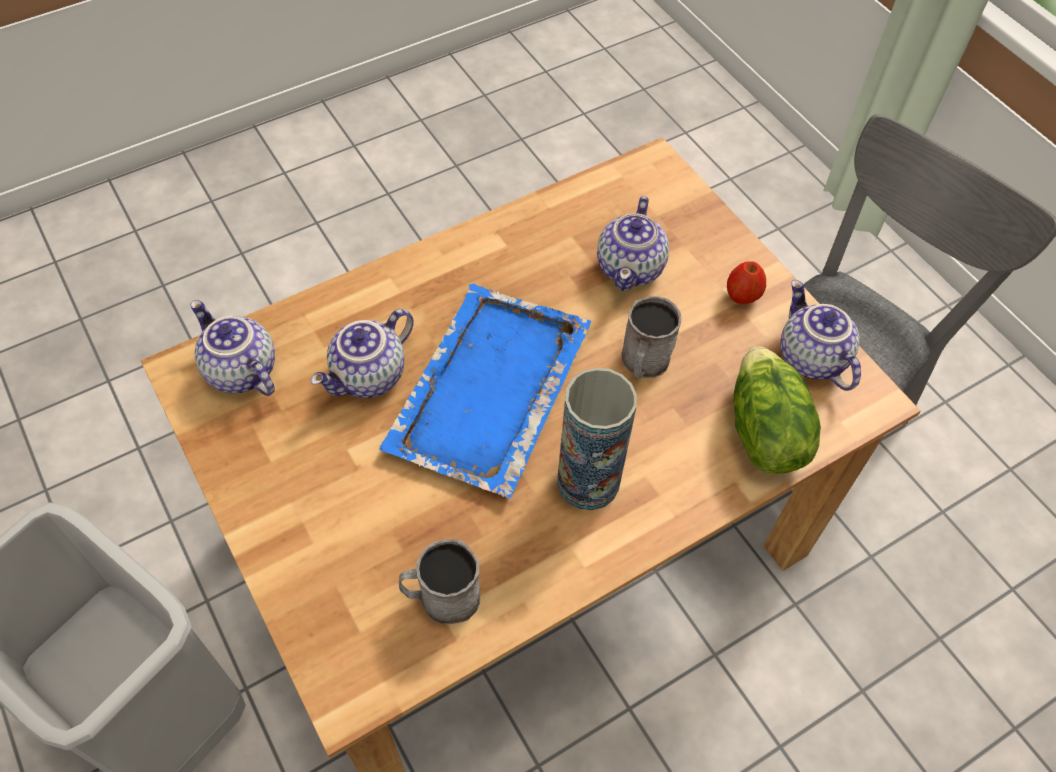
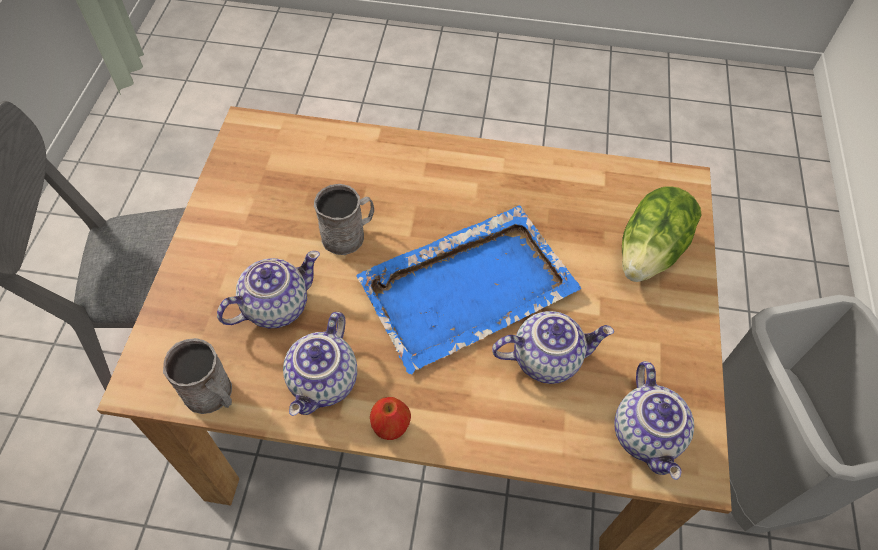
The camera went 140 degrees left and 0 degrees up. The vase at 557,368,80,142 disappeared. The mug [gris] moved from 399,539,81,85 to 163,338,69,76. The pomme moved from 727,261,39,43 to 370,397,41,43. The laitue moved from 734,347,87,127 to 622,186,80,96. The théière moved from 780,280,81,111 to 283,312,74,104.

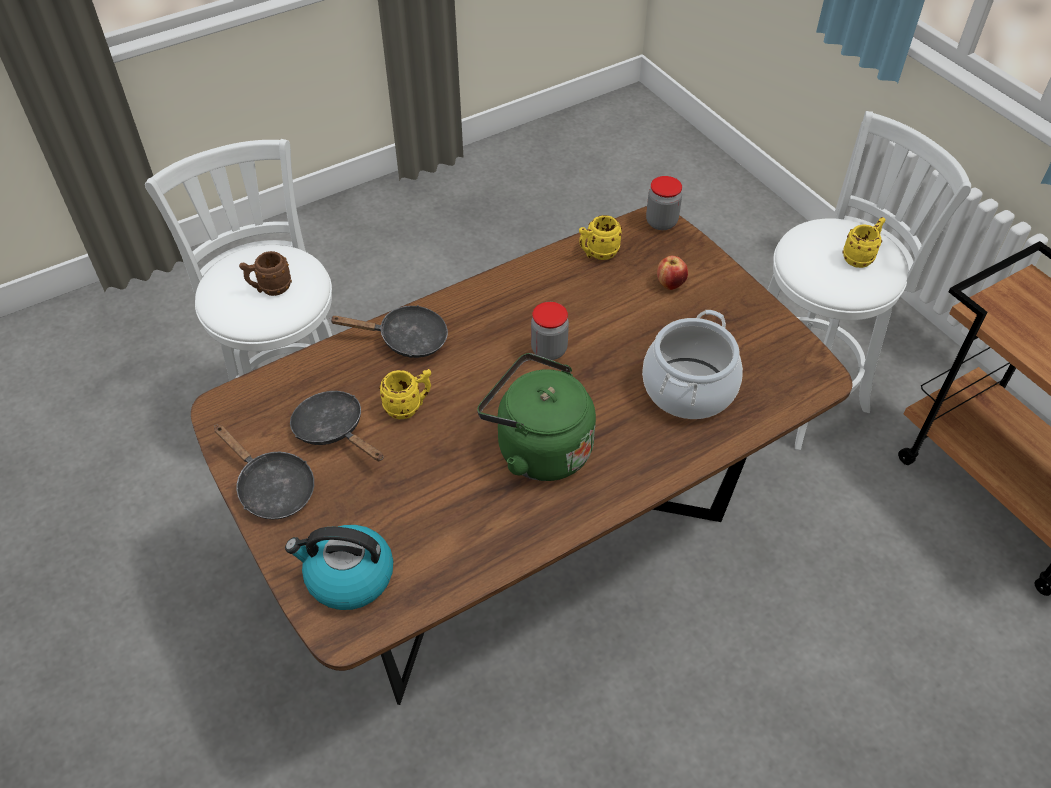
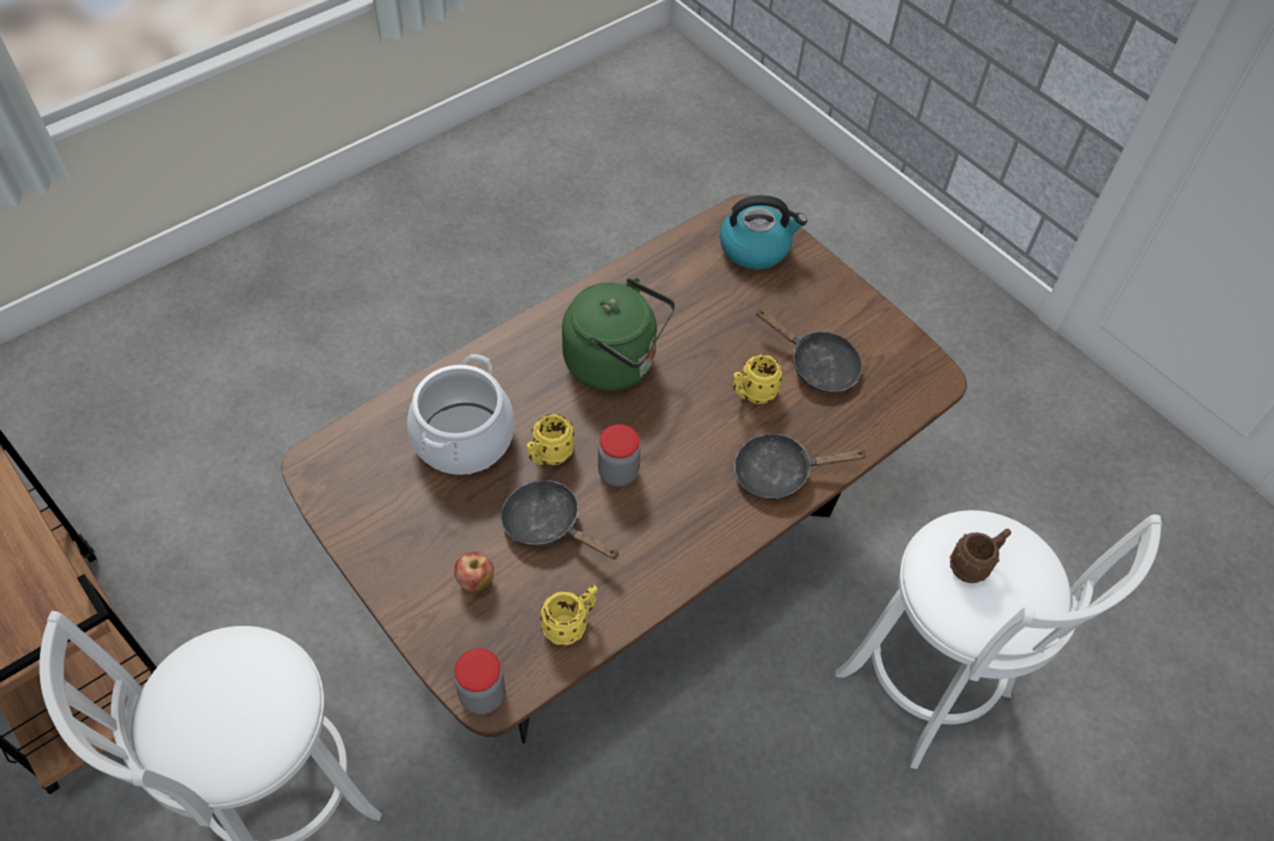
The camera went 170 degrees right and 5 degrees up. The poêle [noir] moved from 214,425,100,95 to 501,480,119,79. The mug [jaune] moved from 842,217,44,51 to 526,414,48,52.

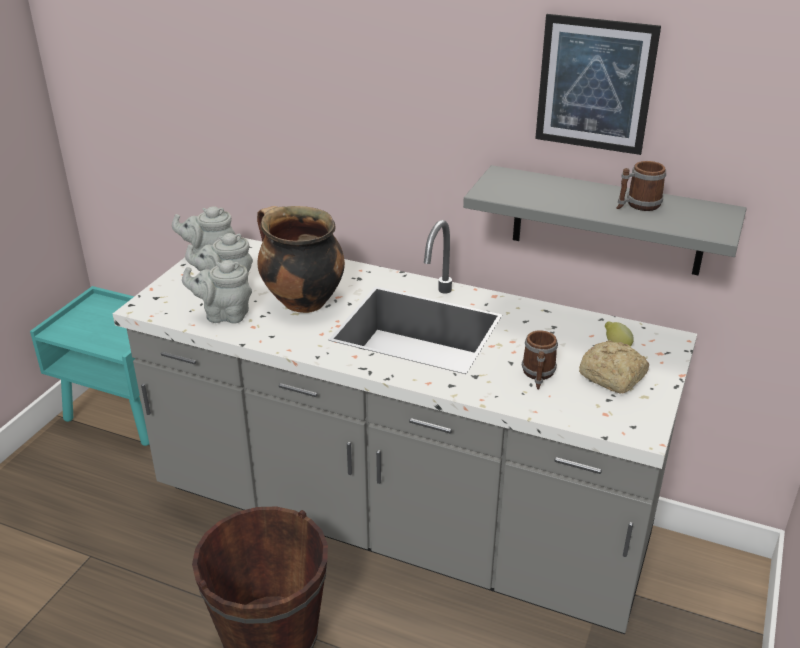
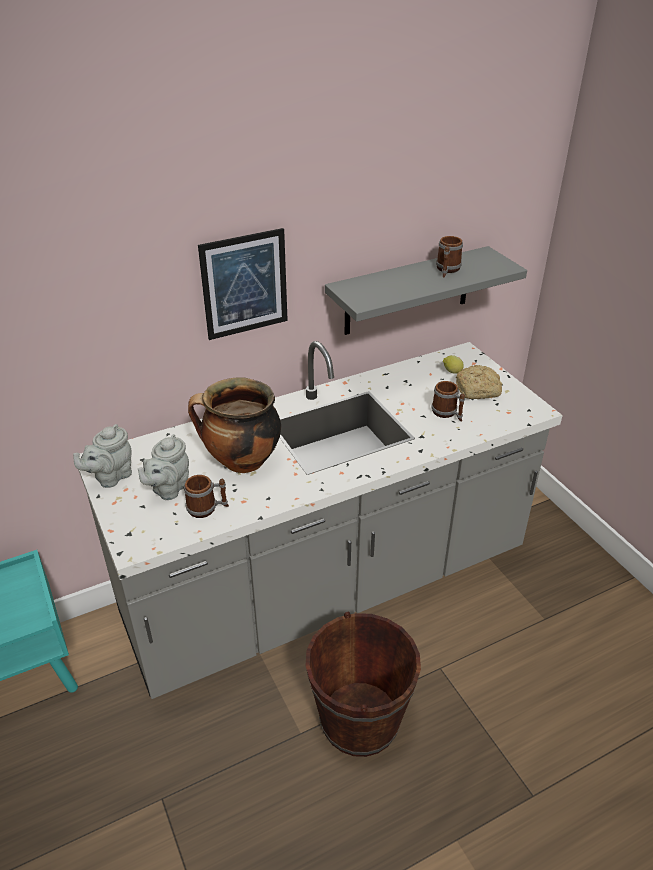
The camera went 50 degrees left and 5 degrees up. The tableau moved from 535,14,126,141 to 198,228,90,112. The théière [gris] at 182,260,70,64 was replaced by the mug at 184,475,45,43.

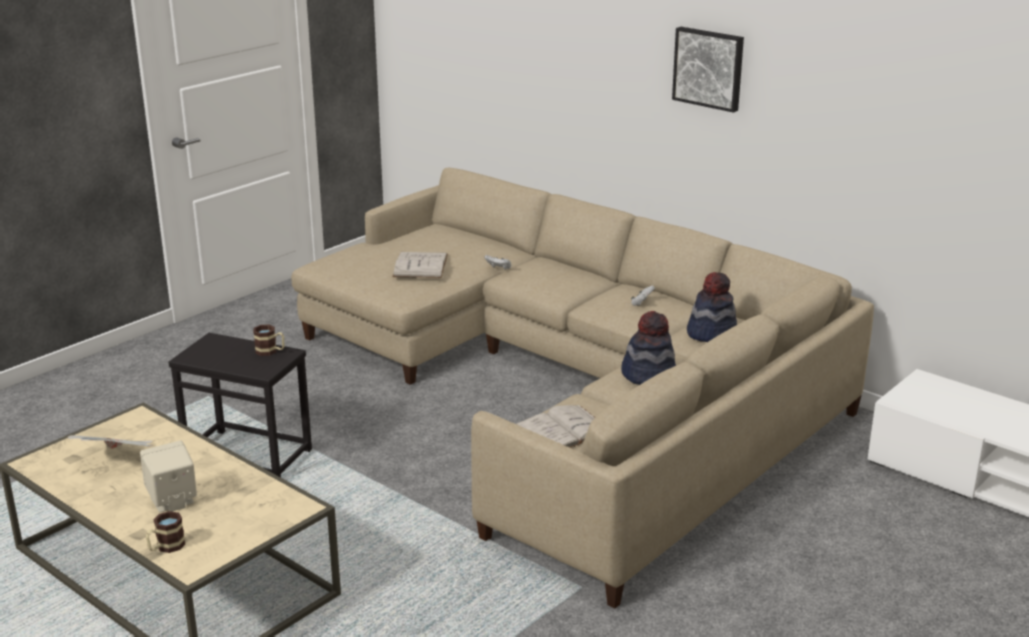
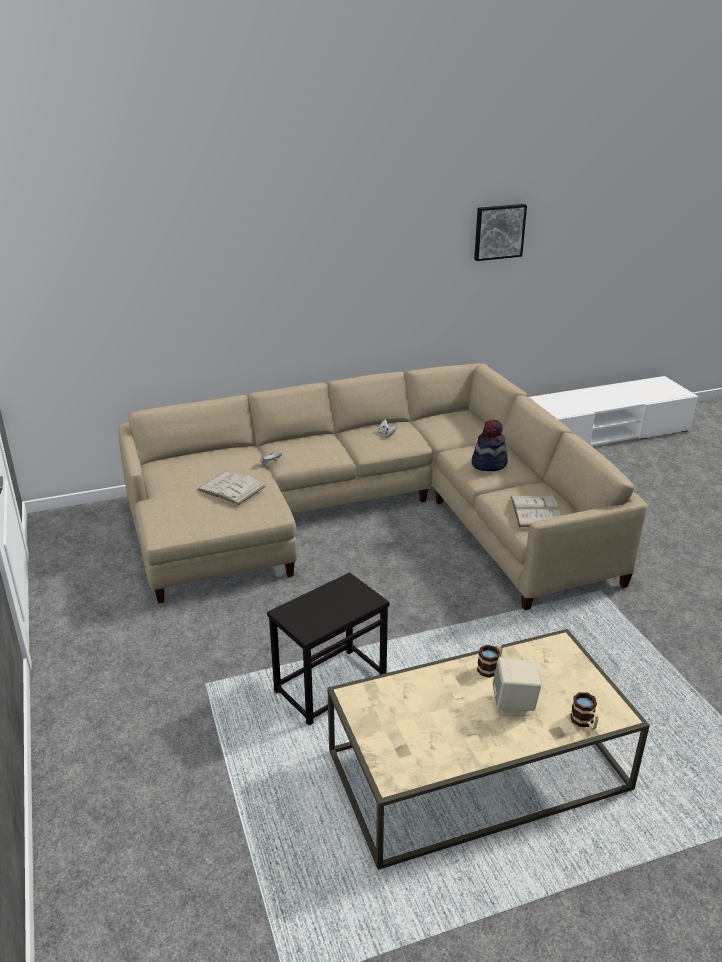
The camera went 60 degrees left and 5 degrees up. The journal at 68,435,85,14 disappeared. The chapeau at 687,272,50,70 disappeared. The mug moved from 253,324,31,32 to 477,645,26,33. The tableau moved from 672,27,72,86 to 474,204,53,57.

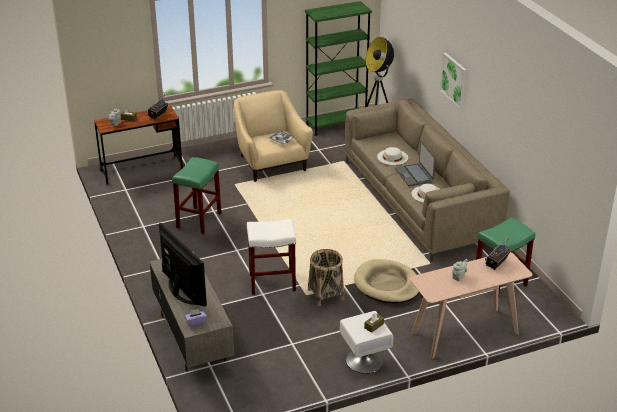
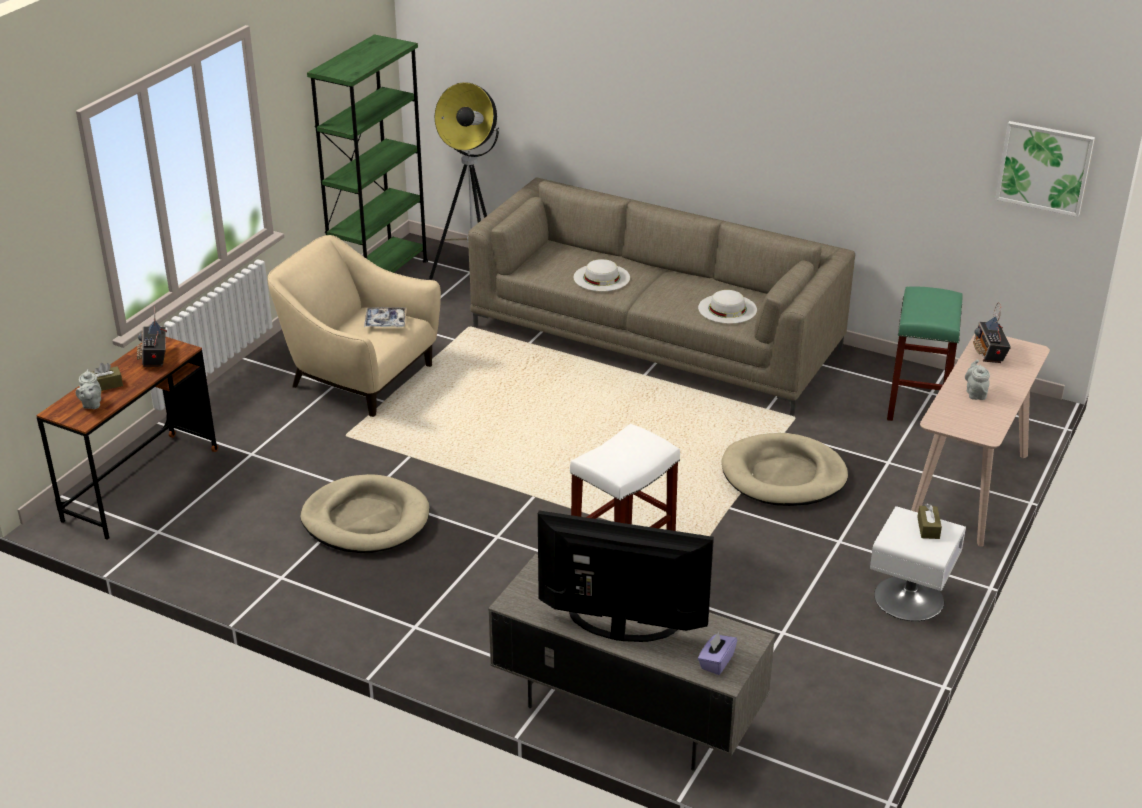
The camera went 40 degrees left and 0 degrees up. The panier at 308,249,36,57 disappeared. The ordinateur portable at 395,141,41,45 disappeared. The tableau moved from 440,52,26,57 to 995,121,100,96. The tabouret [vert] at 172,157,49,77 was replaced by the panier pour chien [beige] at 300,474,129,79.

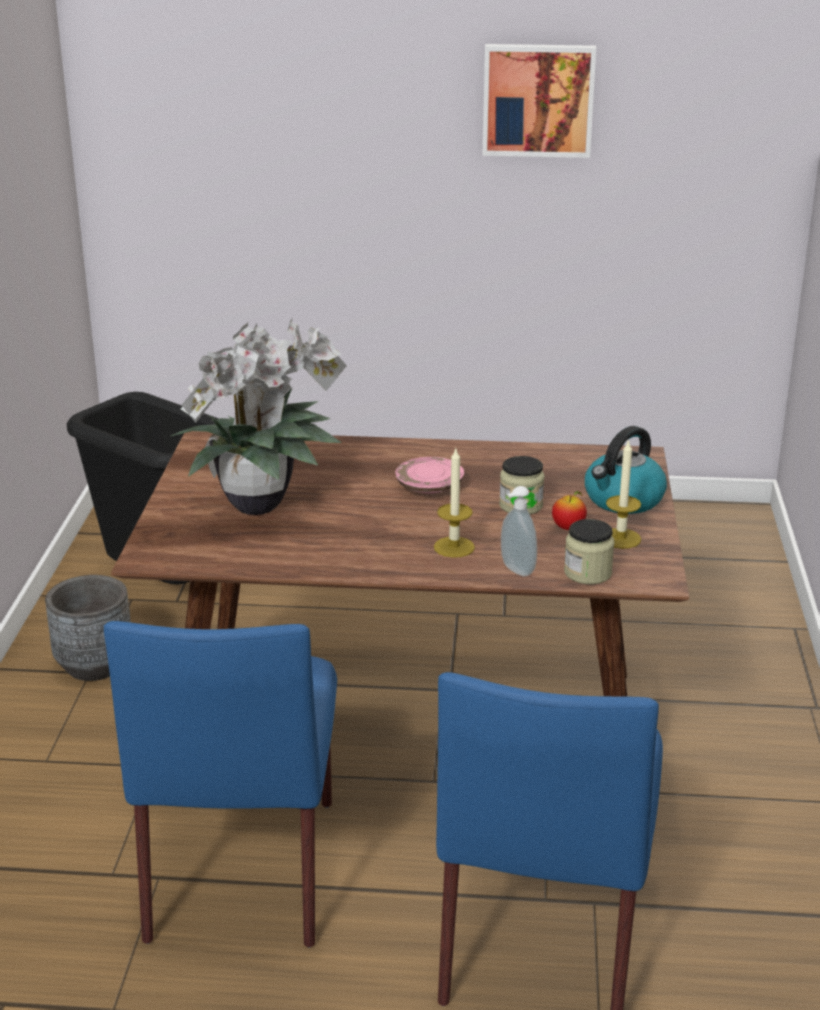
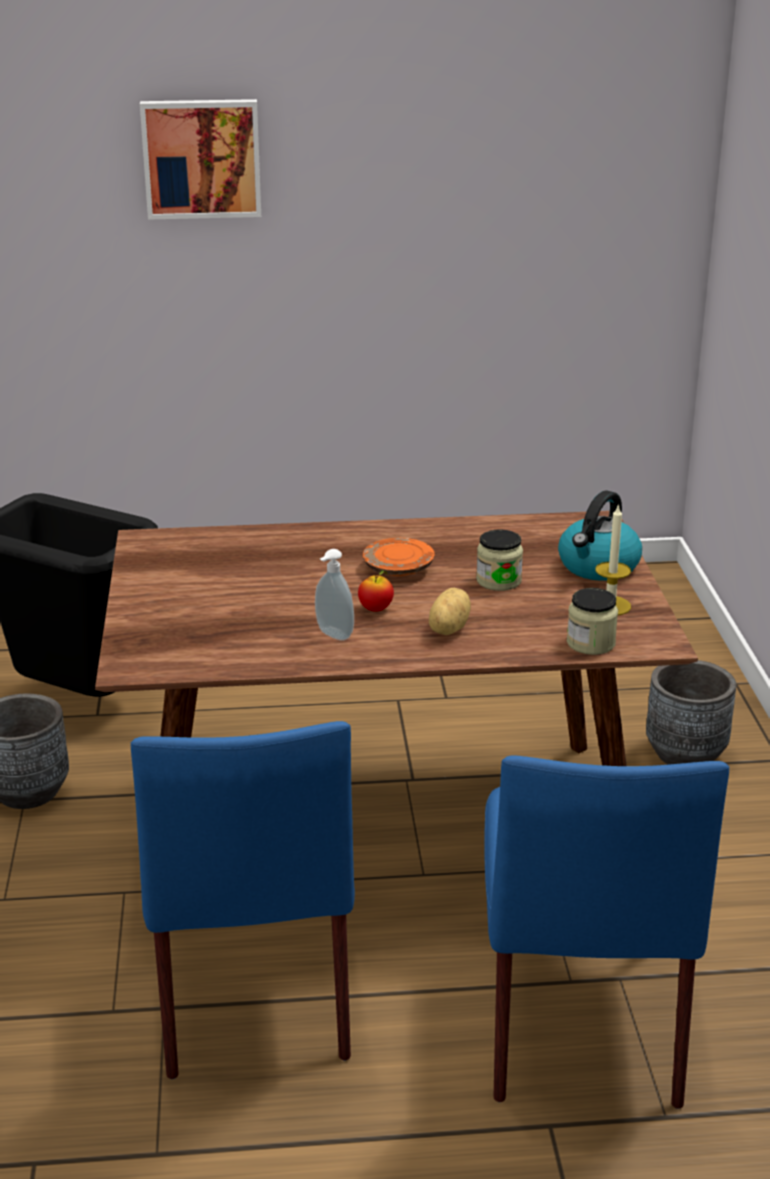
The camera went 10 degrees left and 0 degrees up. The plante en pot at 171,319,176,196 disappeared. The cache-pot [gris] at 646,660,90,105 appeared. The tableau moved from 482,44,114,114 to 140,99,121,121. The distributeur de savon moved from 501,486,36,90 to 315,549,39,92. The pomme moved from 552,491,35,39 to 358,570,36,42. The bougie at 434,449,41,109 was replaced by the pomme de terre at 429,588,42,47. The assiette [rose] at 395,457,69,37 became the assiette [orange] at 363,538,72,38.

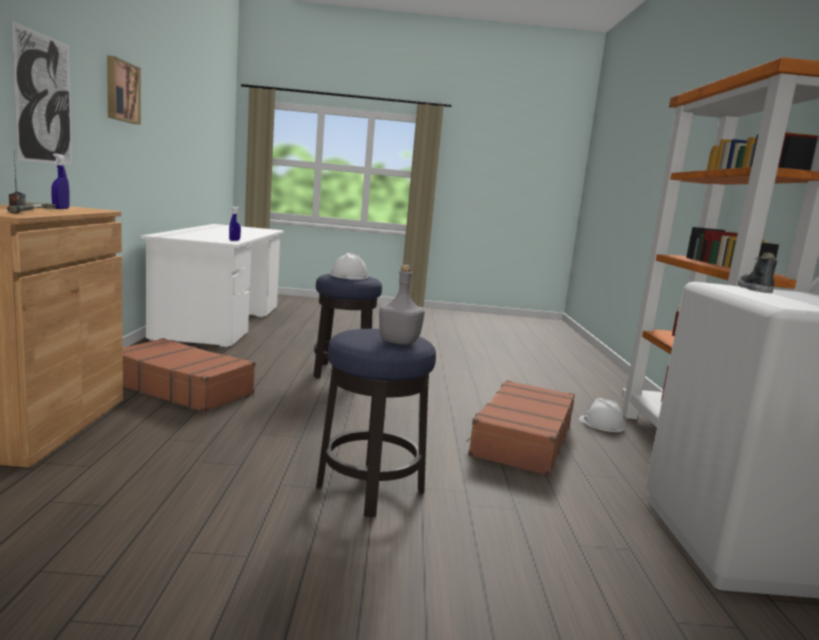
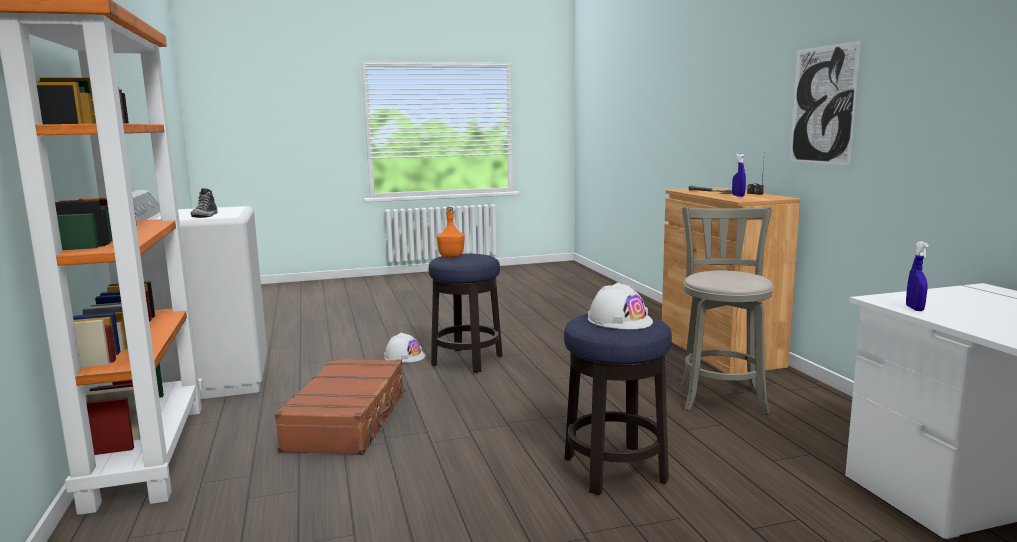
The camera went 165 degrees right and 0 degrees up. The tableau at 107,55,34,70 disappeared. The casque de chantier [blanc] moved from 579,398,46,34 to 384,333,41,30. The valise [marron] at 123,338,133,74 was replaced by the tabouret [gris] at 679,207,95,208. The bouteille [gris] at 379,265,46,80 became the bouteille [orange] at 437,207,28,50.

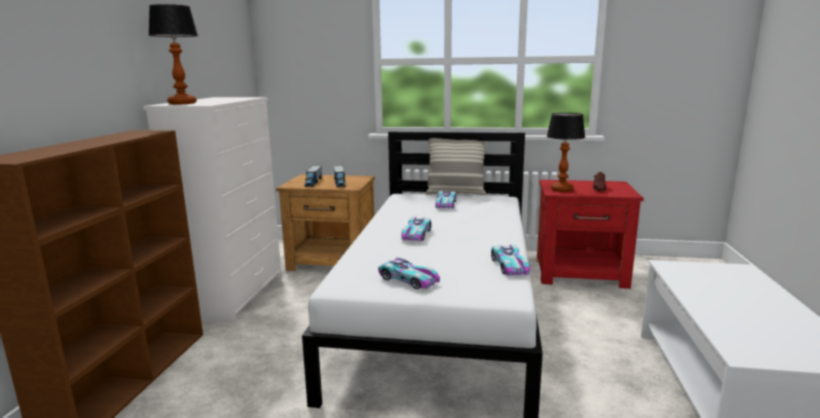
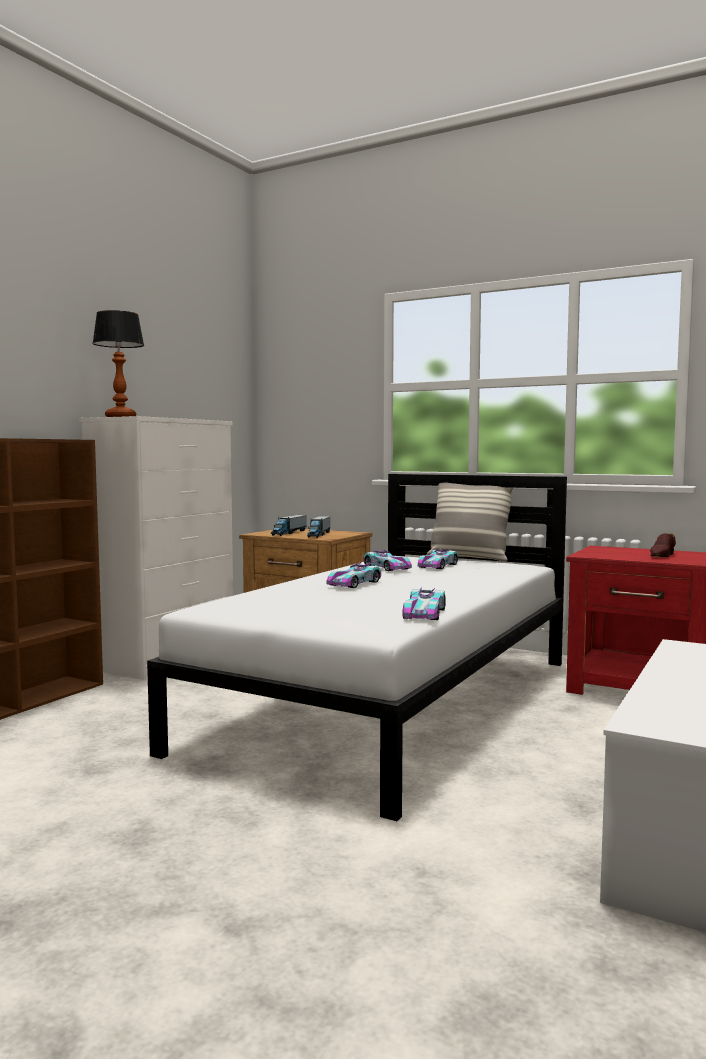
The camera went 20 degrees right and 10 degrees down. The lampe de table at 546,113,39,79 disappeared. The petite voiture moved from 378,257,62,32 to 363,550,49,21.

